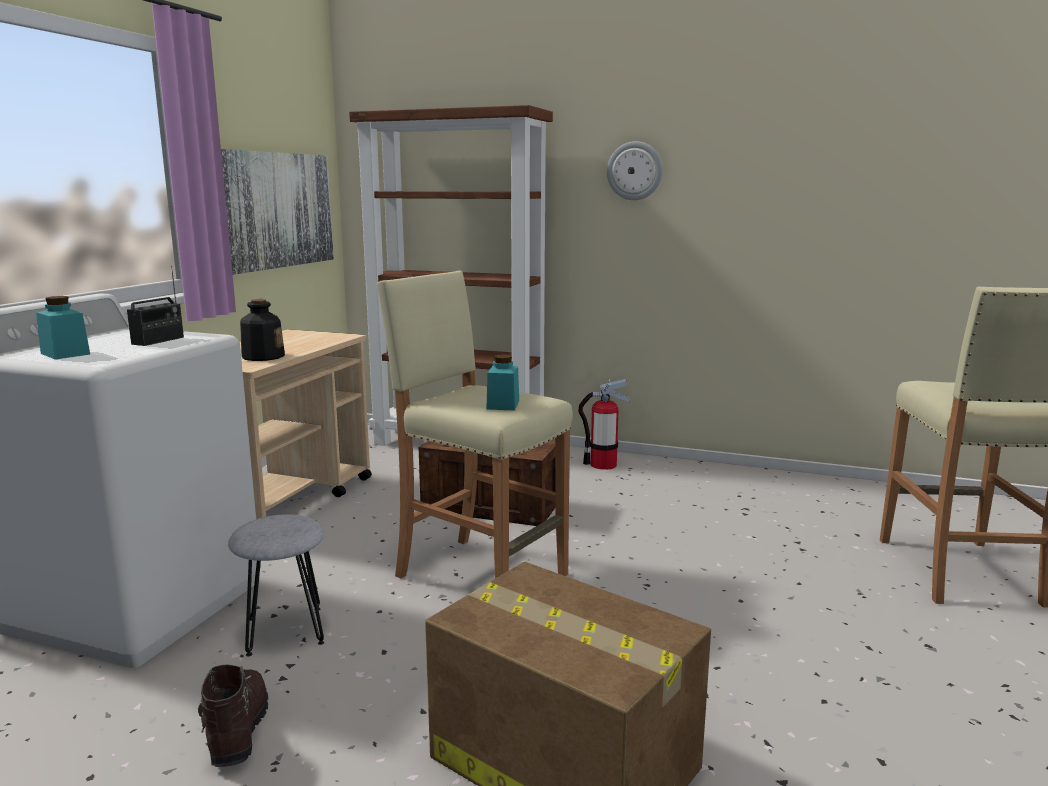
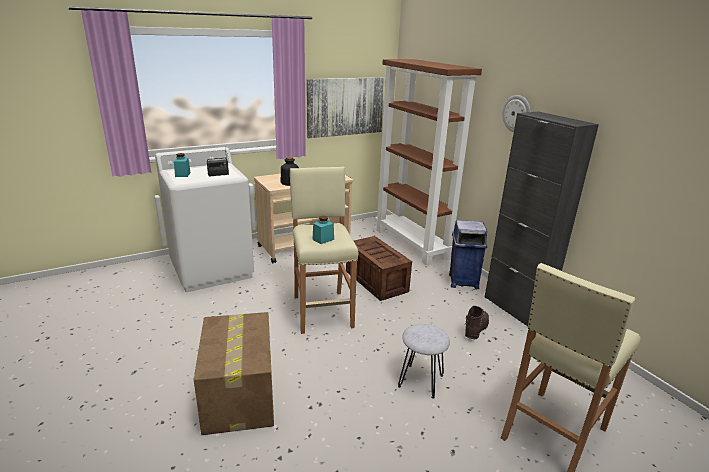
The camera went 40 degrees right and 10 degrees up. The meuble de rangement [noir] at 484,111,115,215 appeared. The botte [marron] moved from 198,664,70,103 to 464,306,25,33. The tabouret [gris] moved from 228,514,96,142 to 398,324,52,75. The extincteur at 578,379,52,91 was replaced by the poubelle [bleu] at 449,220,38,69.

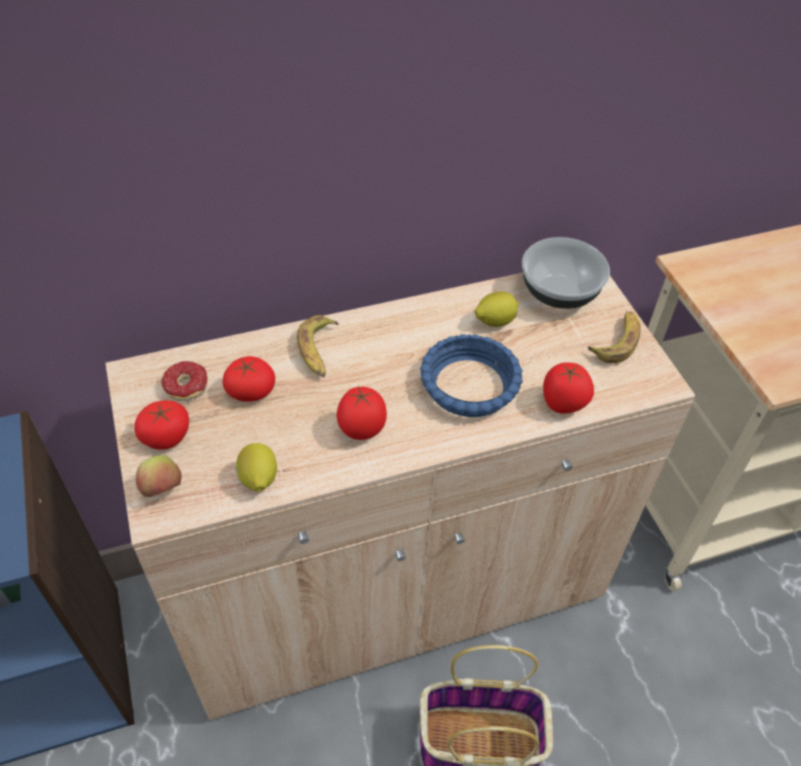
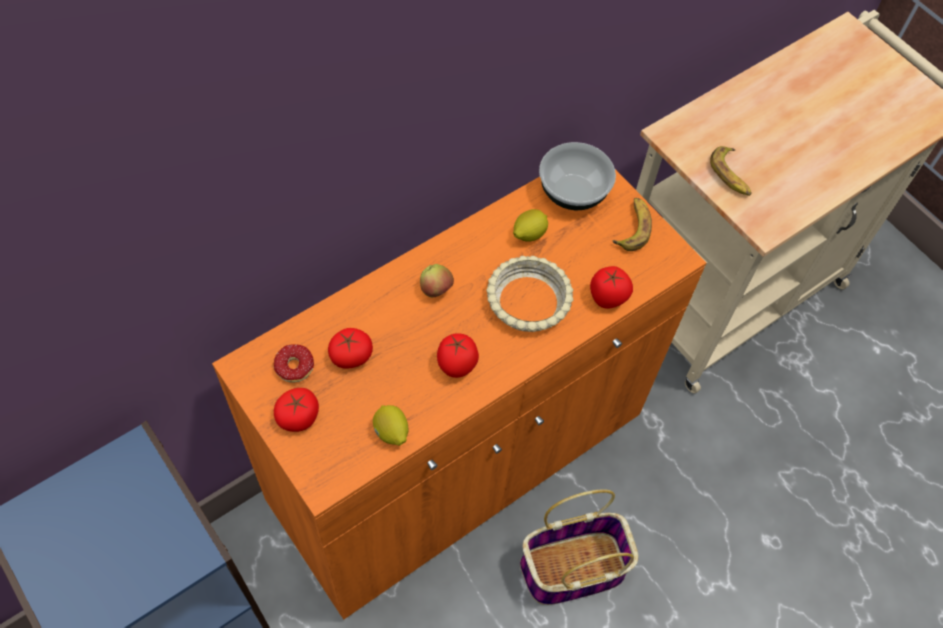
The camera went 20 degrees left and 10 degrees up. The pomme moved from 136,455,46,42 to 420,264,34,33. The banane moved from 297,315,42,62 to 710,146,42,50. The meuble de rangement [beige] at 106,272,590,448 became the meuble de rangement [orange] at 212,169,495,451. The bol [bleu] at 420,334,103,83 became the bol [beige] at 486,256,87,76.

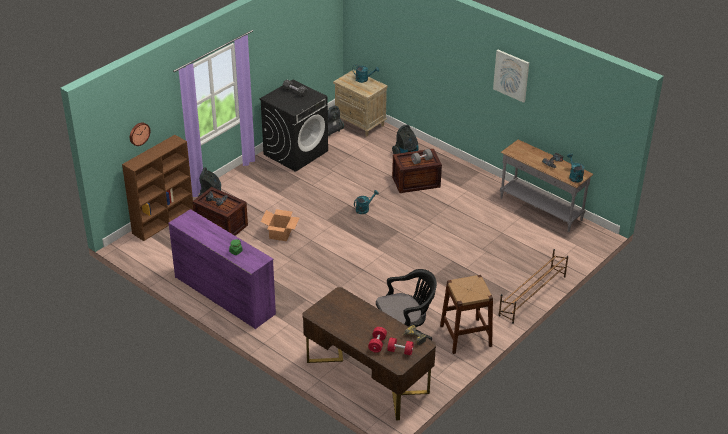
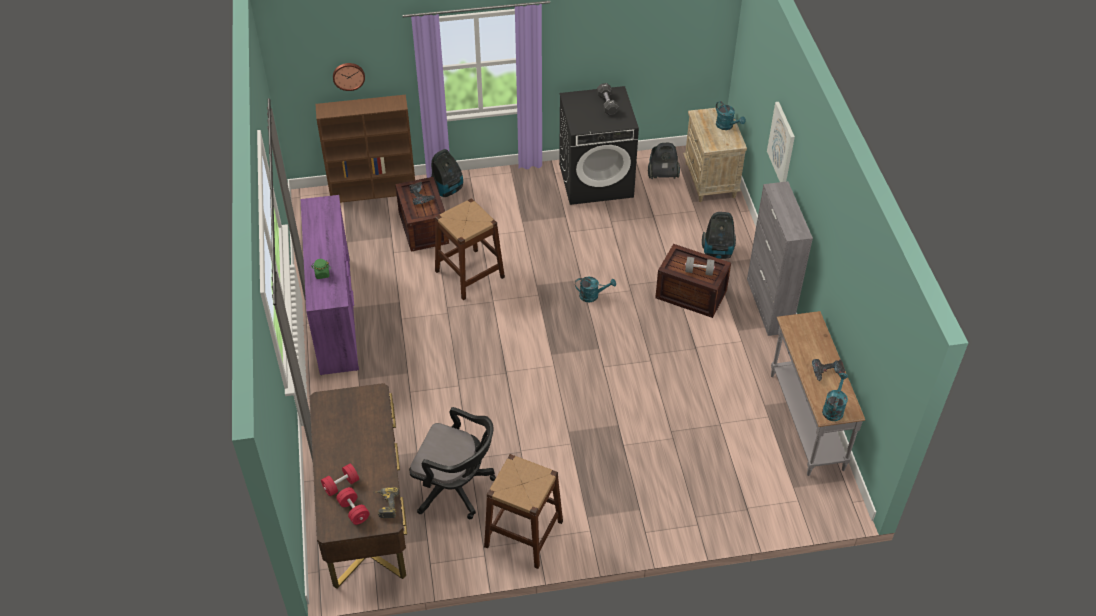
The camera went 40 degrees right and 10 degrees up. The étagère à chaussures [marron] at 498,249,70,75 disappeared. The meuble de rangement [gris] at 747,181,66,155 appeared. The tableau moved from 493,50,36,53 to 767,102,28,80. The carton at 261,209,39,32 was replaced by the tabouret [marron] at 435,198,70,102.

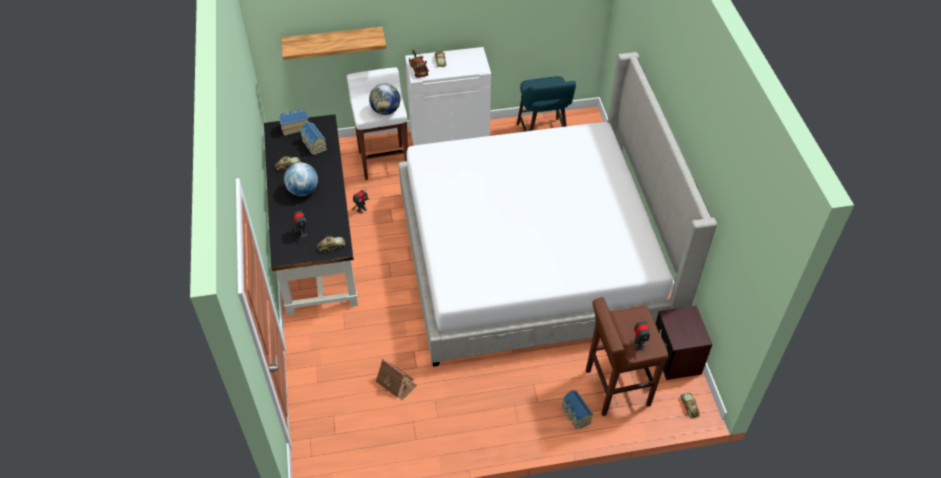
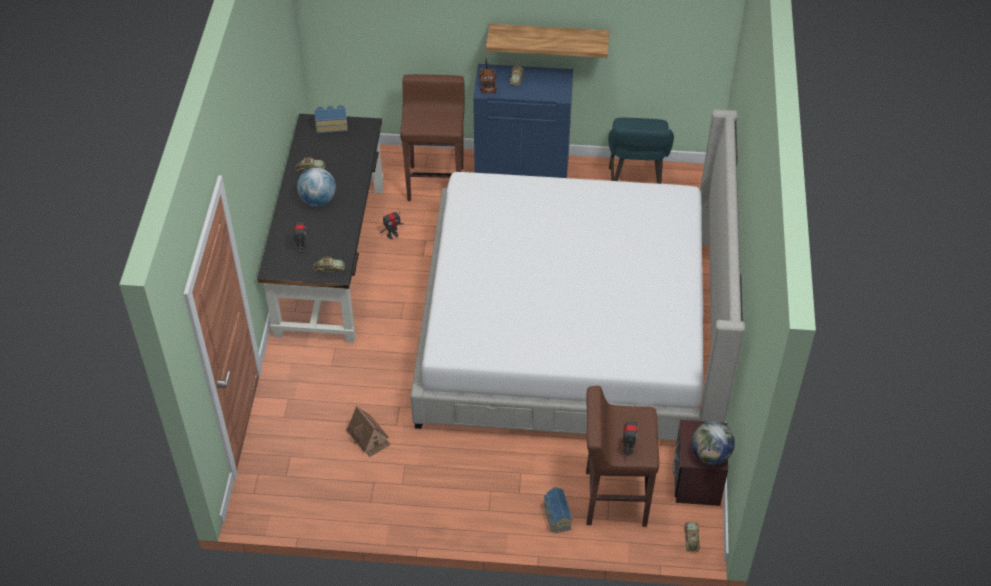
The camera went 15 degrees right and 0 degrees up. The maison miniature at 300,121,27,34 disappeared. The étagère moved from 281,26,105,34 to 486,24,123,34. The globe moved from 369,84,31,31 to 691,421,44,44. The tabouret [blanc] at 347,67,61,113 became the tabouret [marron] at 400,74,65,127. The meuble de rangement [blanc] at 405,47,86,99 became the meuble de rangement [bleu] at 473,64,100,114.

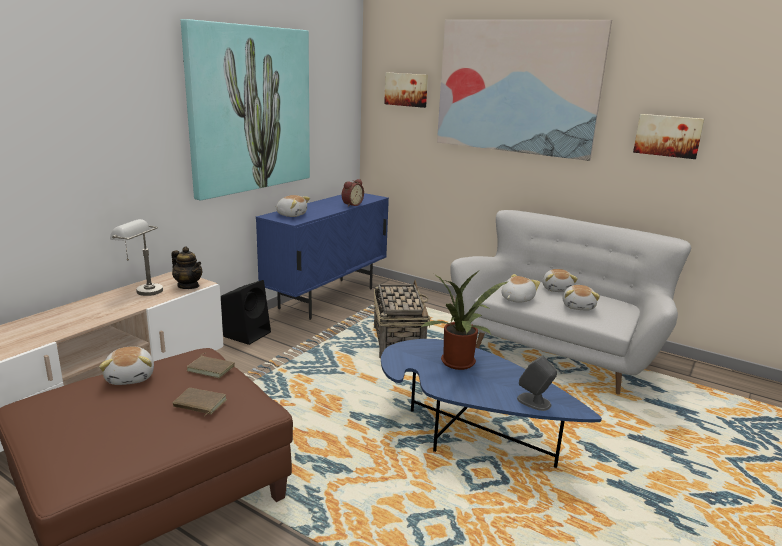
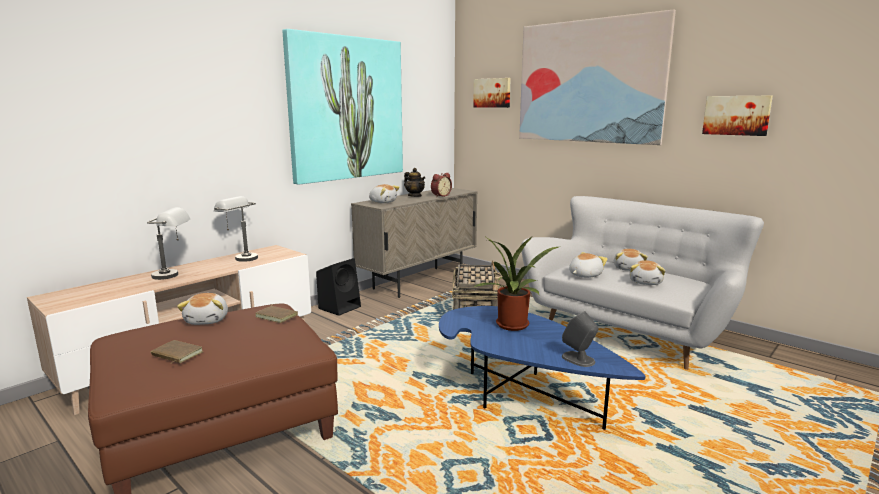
The camera went 10 degrees right and 5 degrees down. The lampe de table [gris] at 147,207,43,73 appeared. The théière moved from 171,247,31,42 to 404,168,22,29. The livre [marron] moved from 173,388,54,29 to 151,340,52,23. The meuble de rangement [bleu] at 256,193,133,127 became the meuble de rangement [beige] at 351,188,126,110.

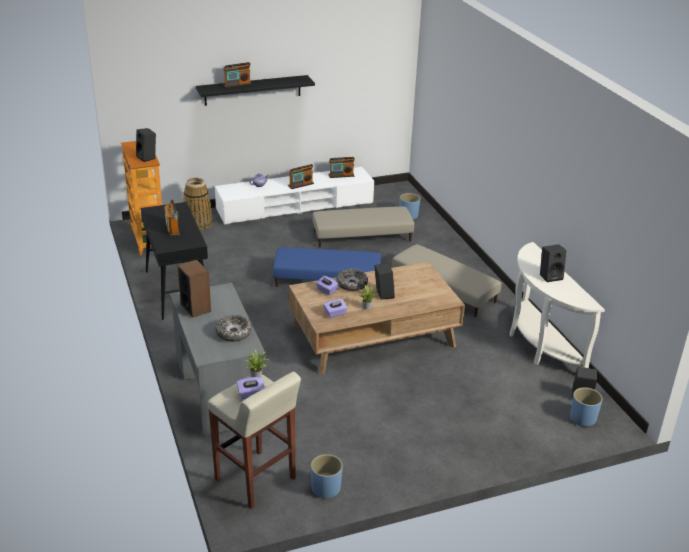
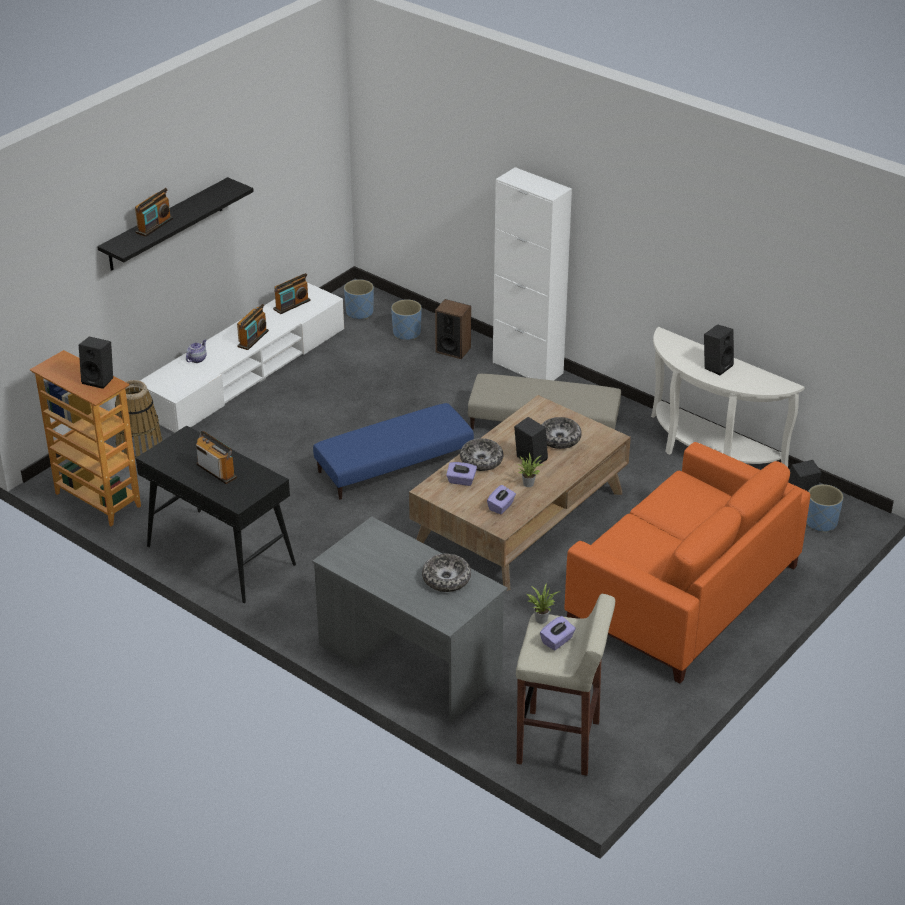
The camera went 30 degrees left and 5 degrees up. The pouf [beige] at 312,206,102,42 disappeared. The meuble de rangement [blanc] at 493,167,79,213 appeared. The bol at 542,417,40,32 appeared. The canapé [orange] at 565,442,245,241 appeared. The enceinte moved from 178,260,33,58 to 435,299,36,60. The cache-pot [bleu] moved from 311,454,32,45 to 344,279,30,40.

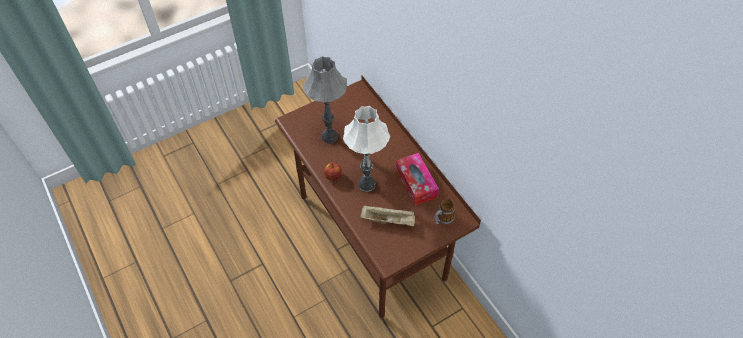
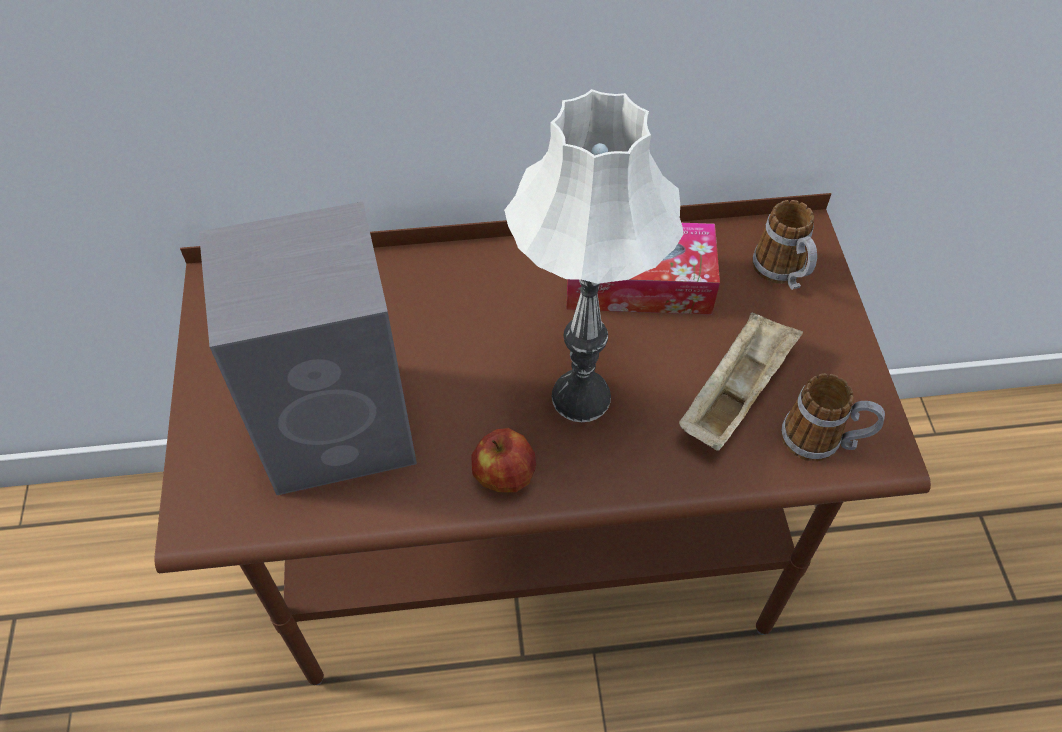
The camera went 65 degrees left and 0 degrees up. The mug at 781,373,104,89 appeared. The lampe de table [gris] at 303,56,44,87 was replaced by the enceinte [gris] at 199,202,218,293.

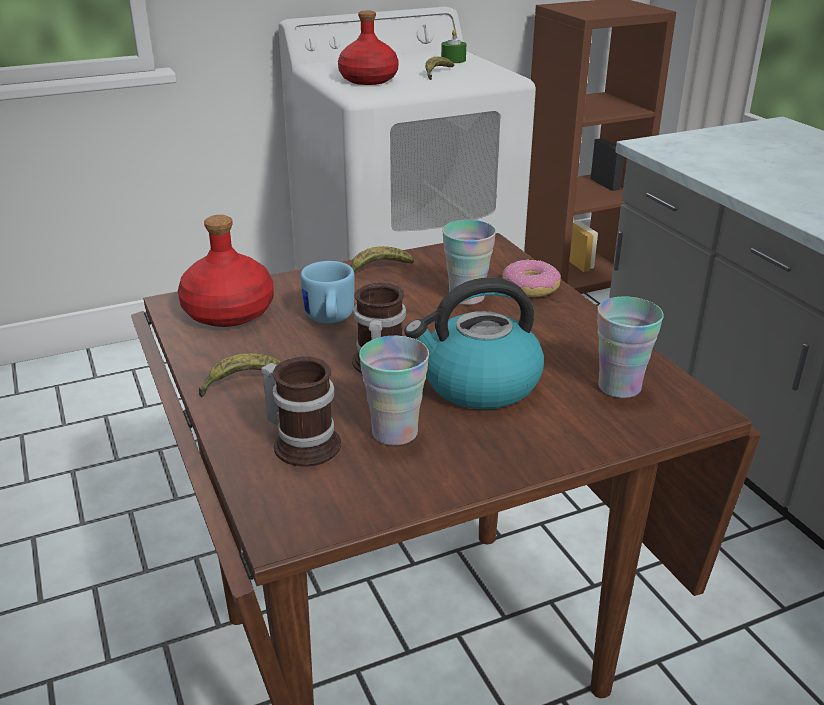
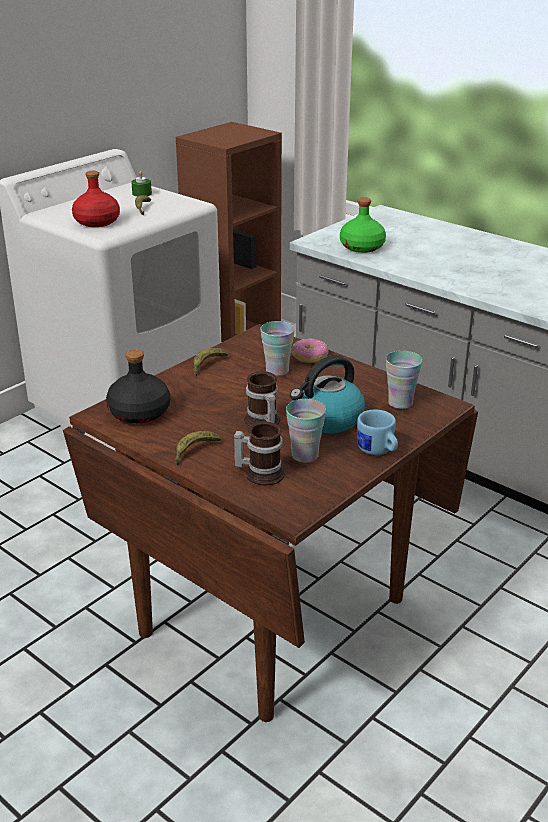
The camera went 25 degrees left and 0 degrees up. The bouteille [vert] at 340,197,46,56 appeared. The mug [bleu] moved from 300,261,55,62 to 357,410,41,45. The bouteille [rouge] at 178,215,96,112 became the bouteille [noir] at 106,349,64,75.

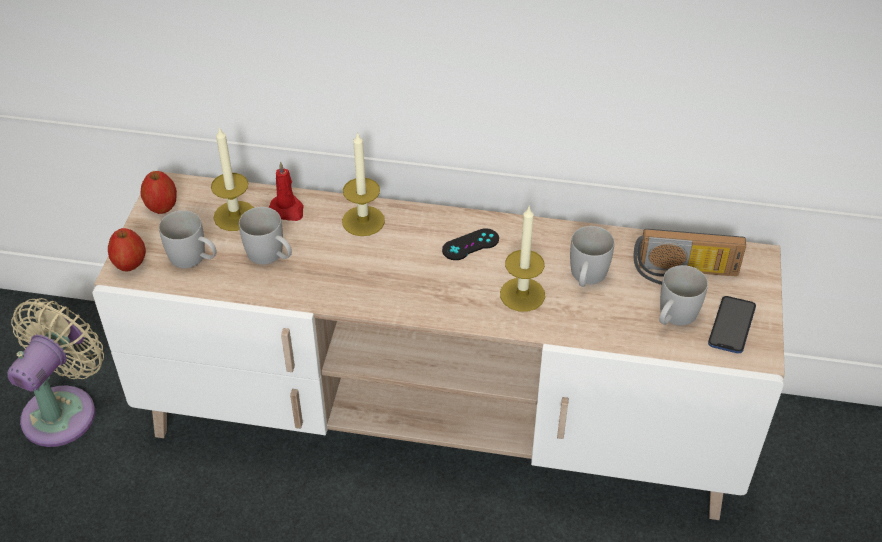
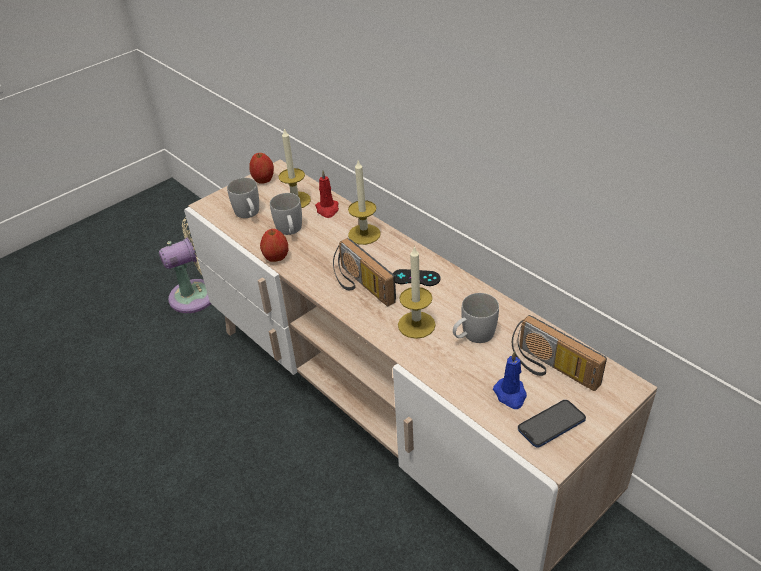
The camera went 40 degrees right and 5 degrees down. The radio at 333,238,63,68 appeared. The pomme moved from 108,228,38,44 to 260,229,28,33. The mug [blanc] at 659,265,49,61 was replaced by the bougie [bleu] at 493,351,34,58.

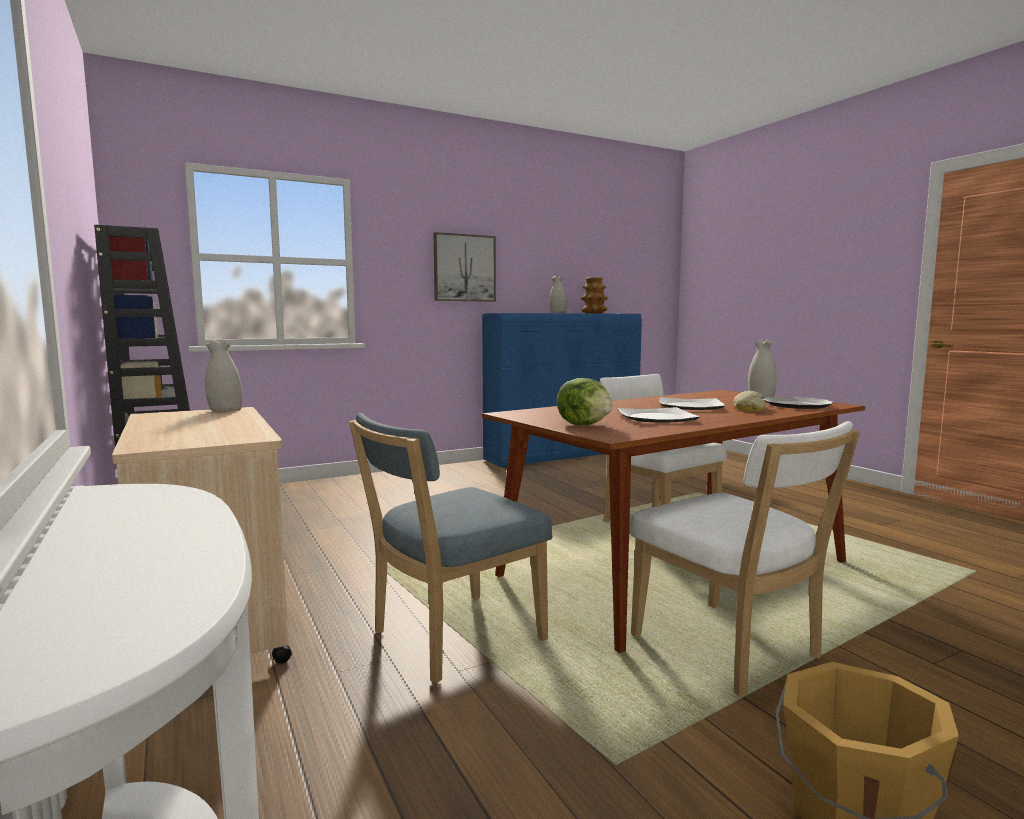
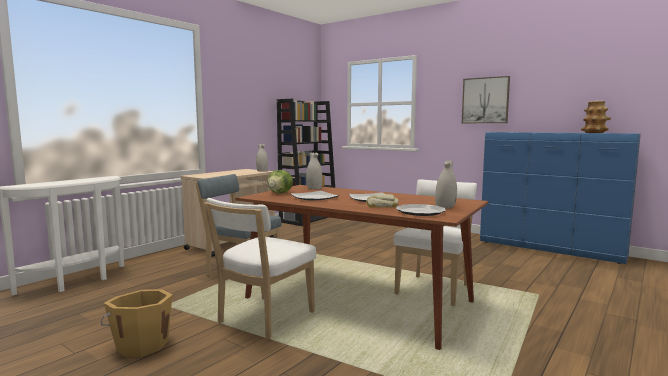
The camera went 65 degrees right and 0 degrees up. The vase [blanc] moved from 550,276,17,37 to 306,152,16,38.

